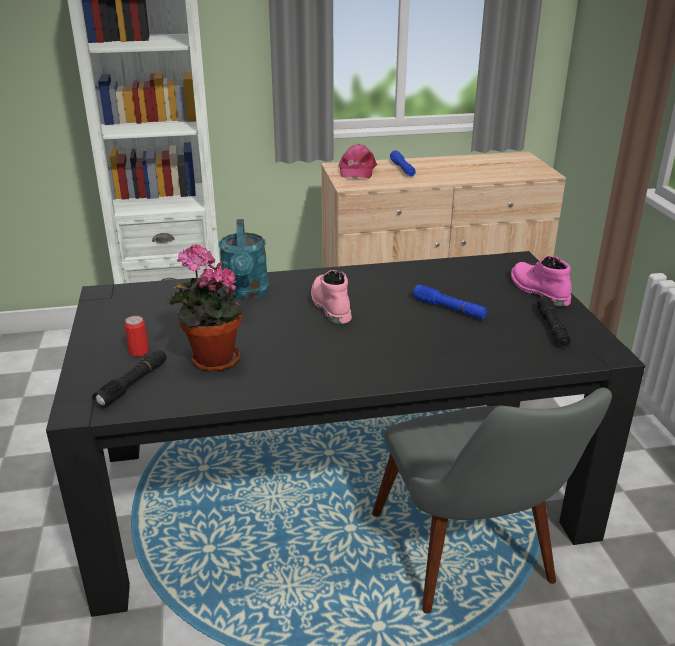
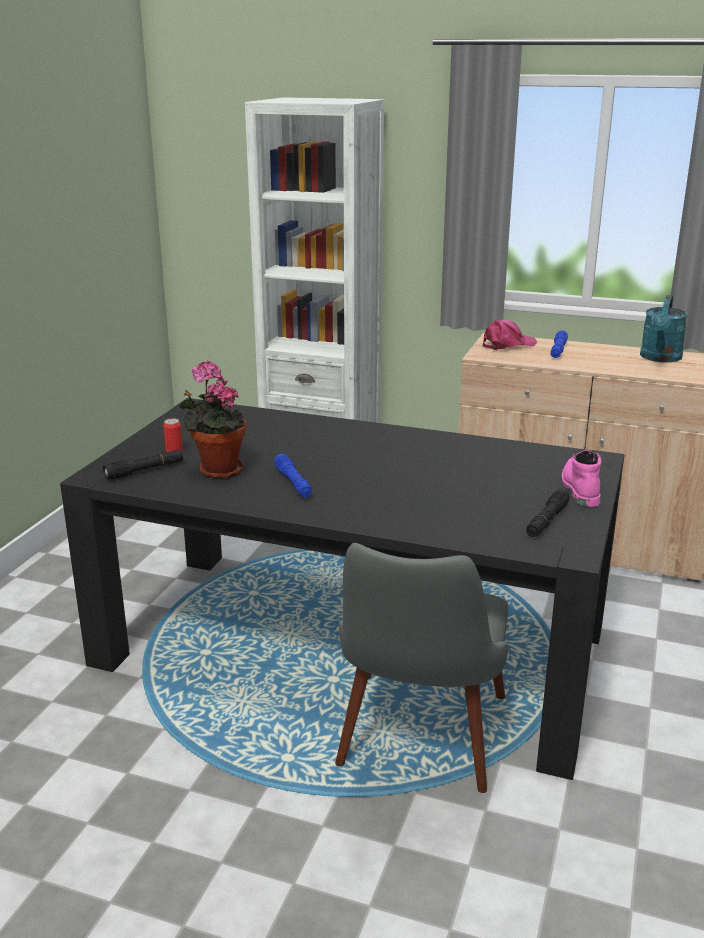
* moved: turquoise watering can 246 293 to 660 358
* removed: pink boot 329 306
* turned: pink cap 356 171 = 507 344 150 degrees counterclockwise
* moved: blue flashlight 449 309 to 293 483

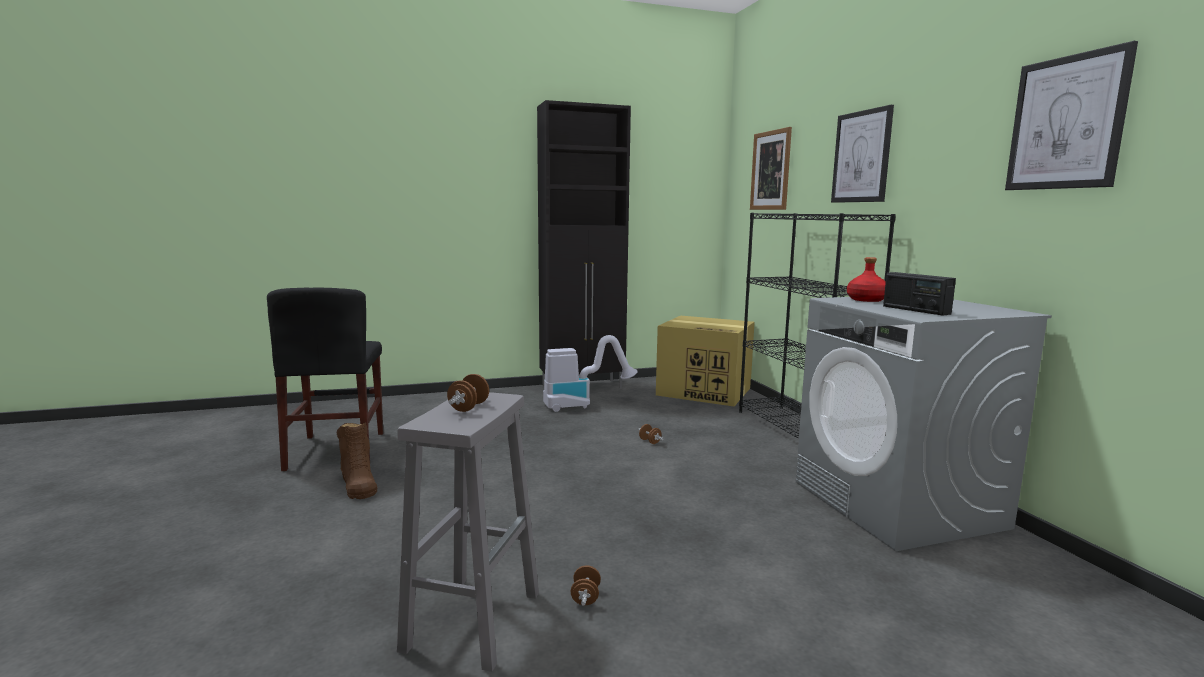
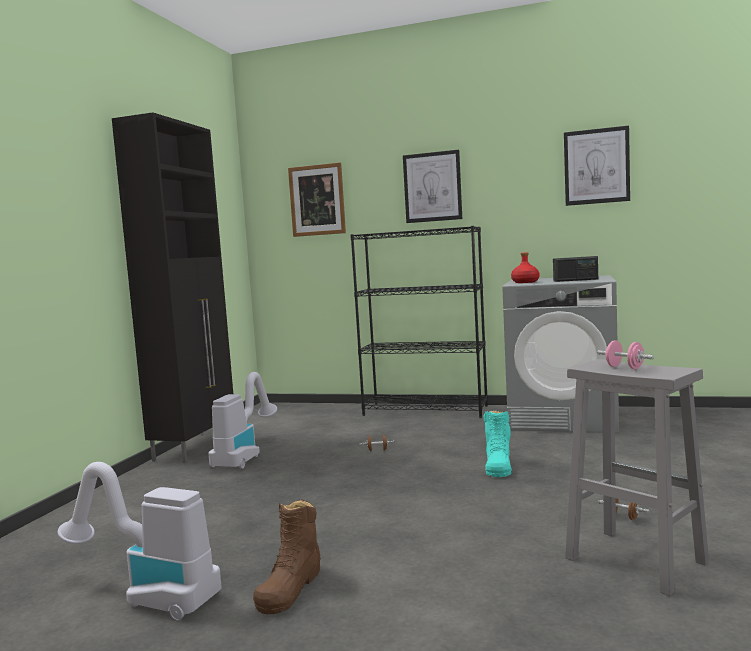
* replaced: black chair 336 450 to vacuum cleaner 148 595
* turned: brown boot 358 484 = 290 588 105 degrees clockwise
* recoloured: brown dumbbell 469 407 to pink dumbbell 625 367
* removed: cardboard box 705 391
* added: turquoise boot 498 466

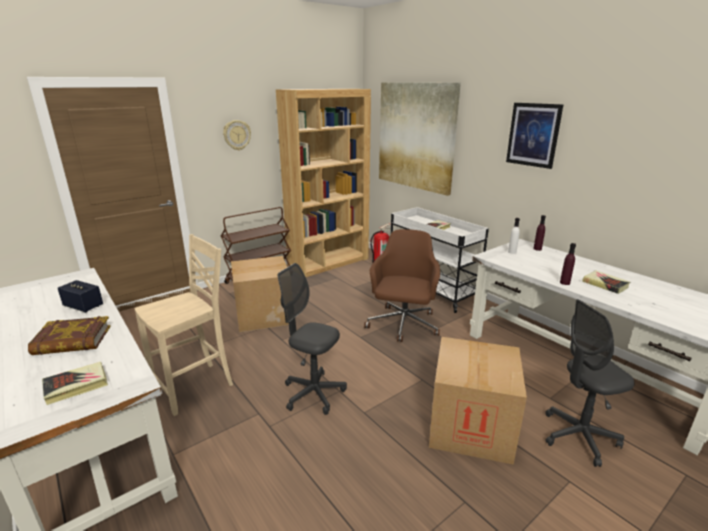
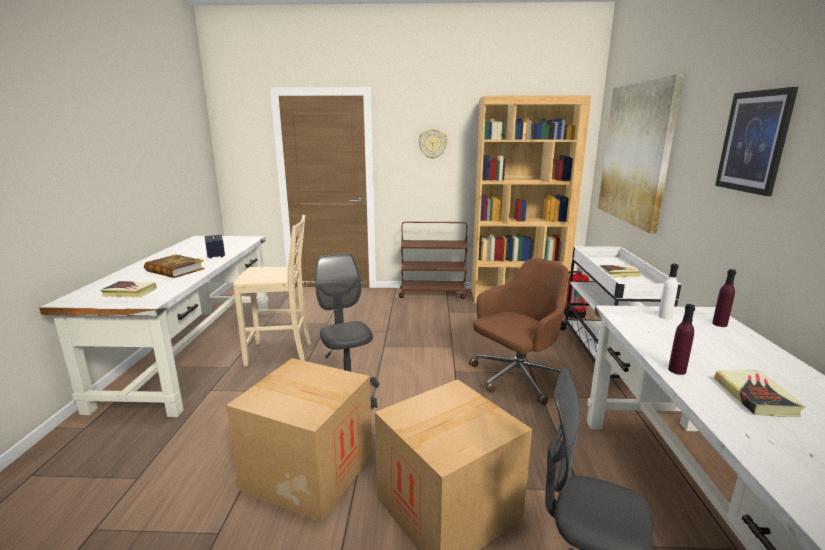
* moved: cardboard box 264 315 to 309 471

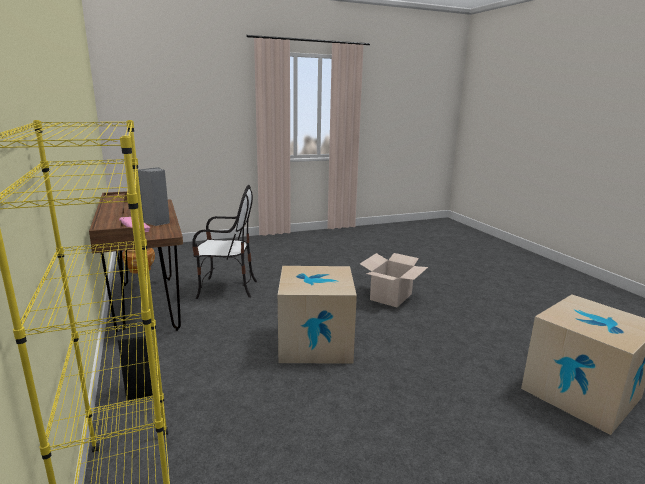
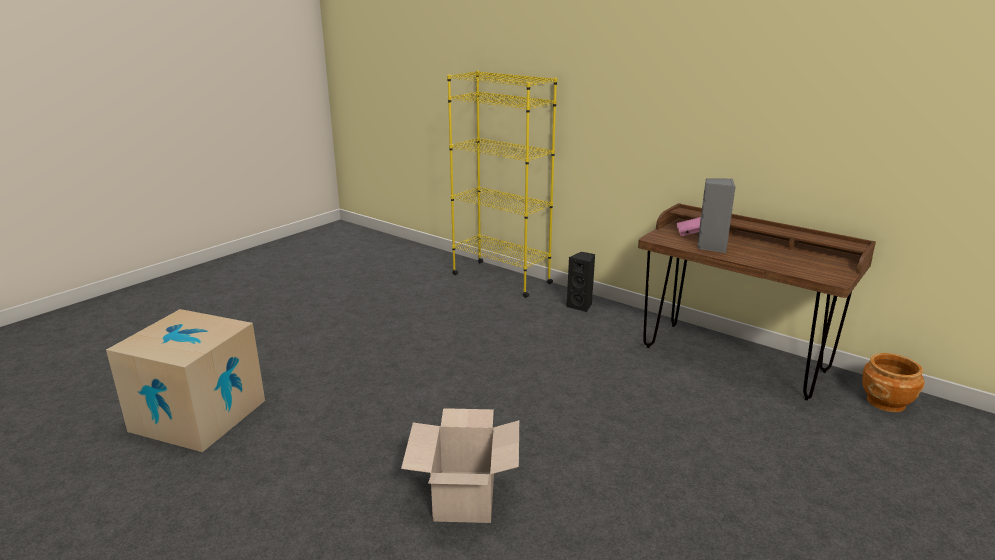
* removed: chair 226 289
* removed: cardboard box 315 343

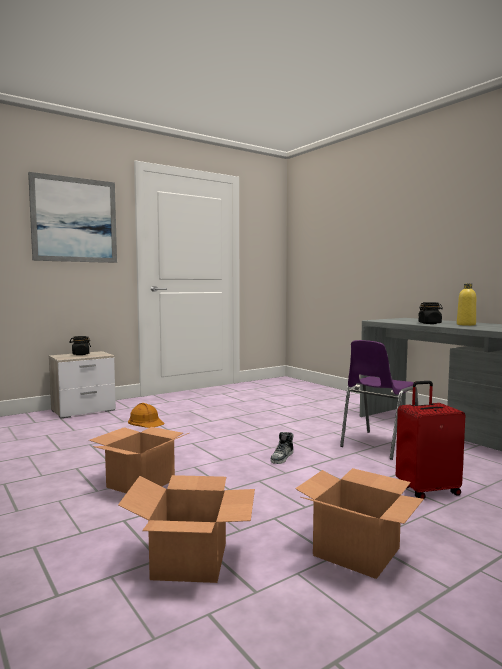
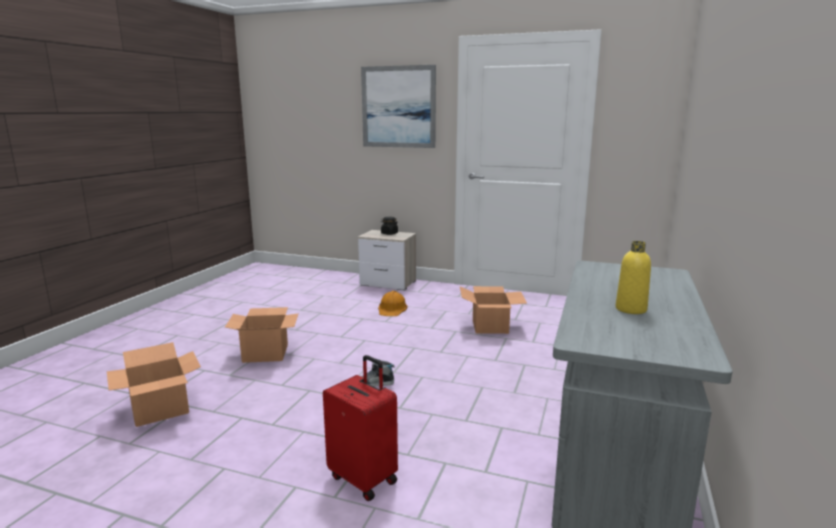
* moved: cardboard box 355 552 to 489 326
* removed: purple chair 378 445
* removed: black jar 430 323

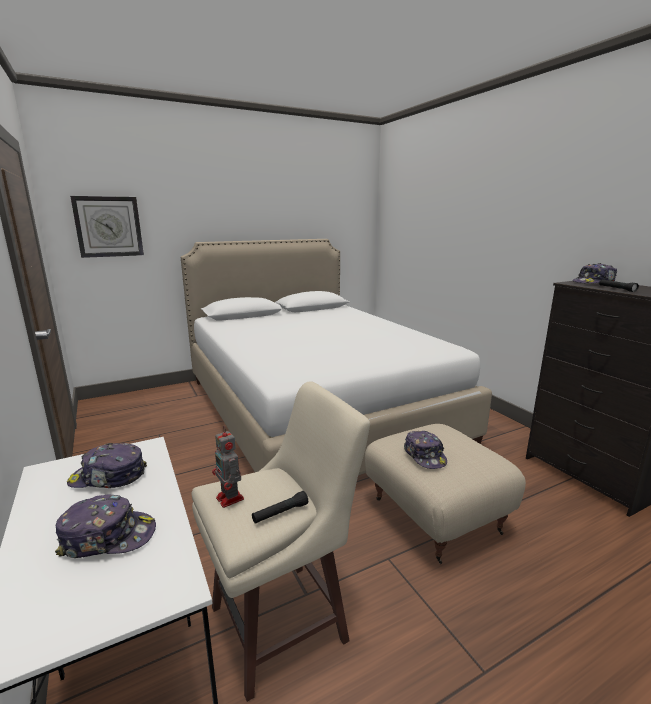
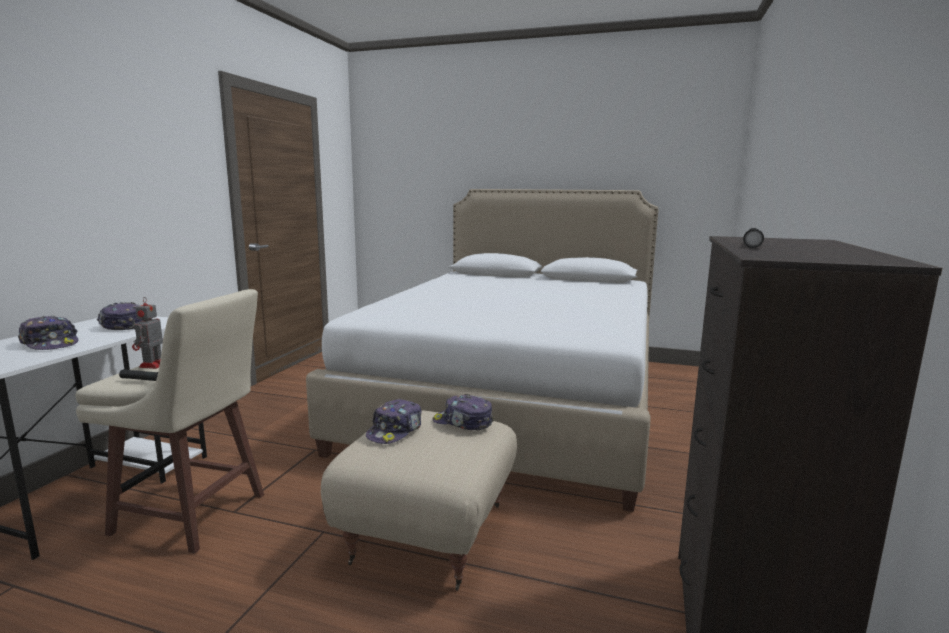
* removed: wall clock 108 227
* moved: cap 594 282 to 463 422

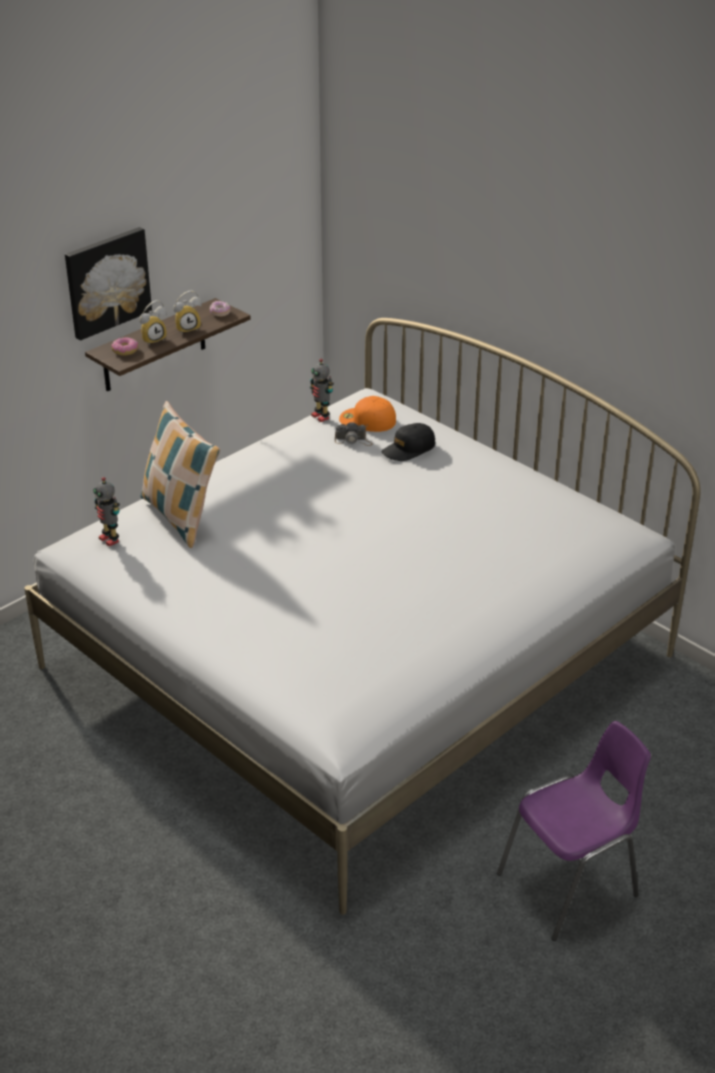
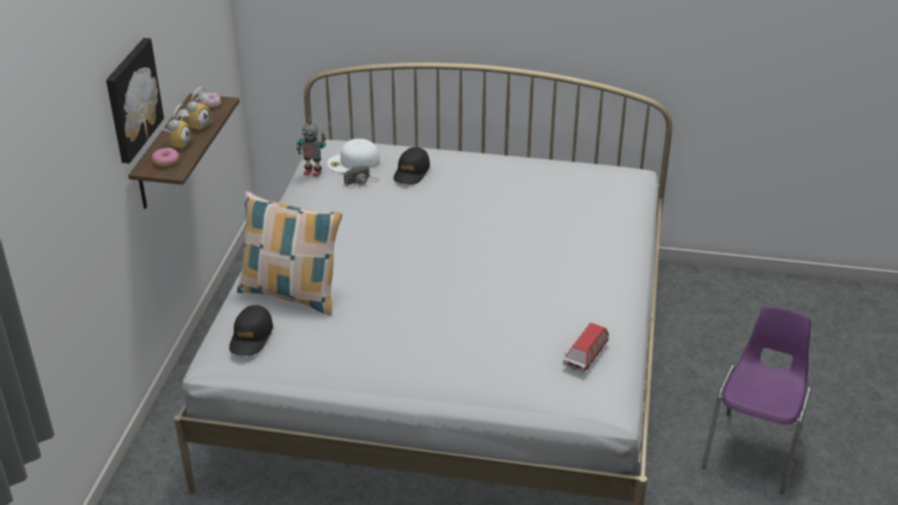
* replaced: toy robot 110 539 to black cap 251 337
* recoloured: orange cap 367 420 to white cap 353 162
* added: toy car 585 356

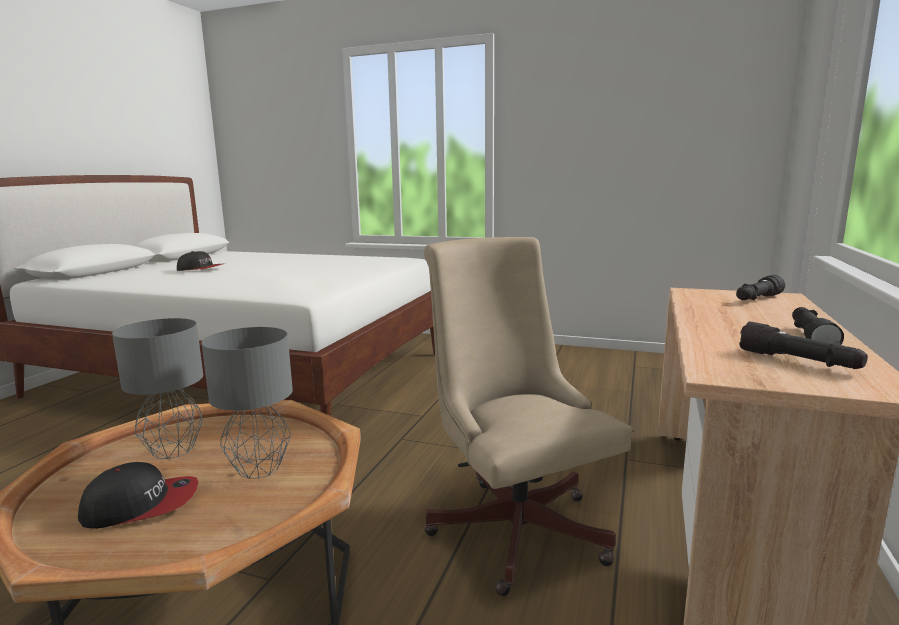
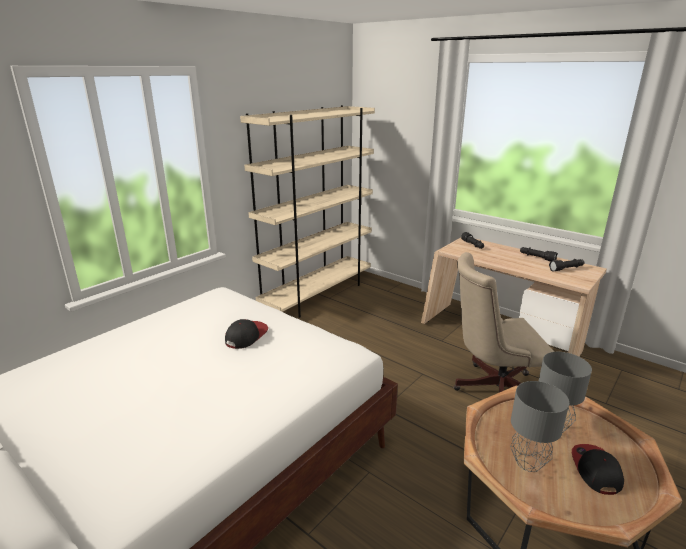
* moved: cap 201 269 to 246 336
* added: beige bookcase 318 295

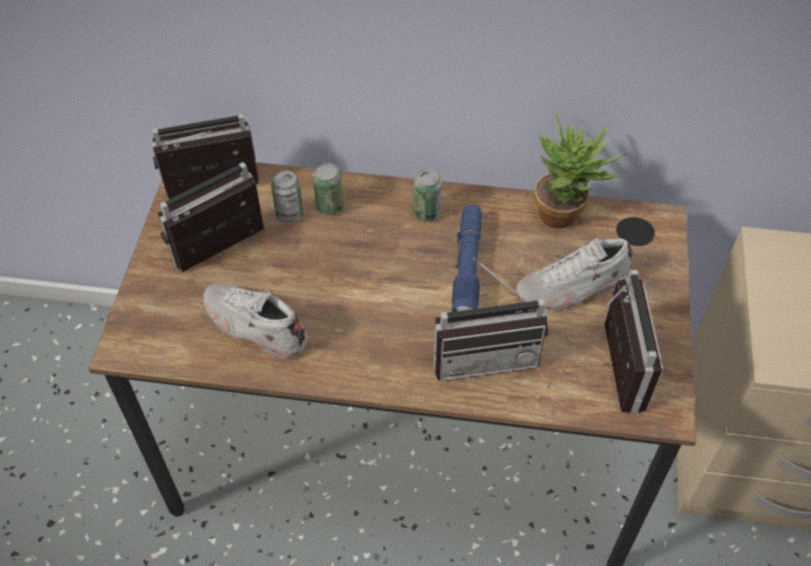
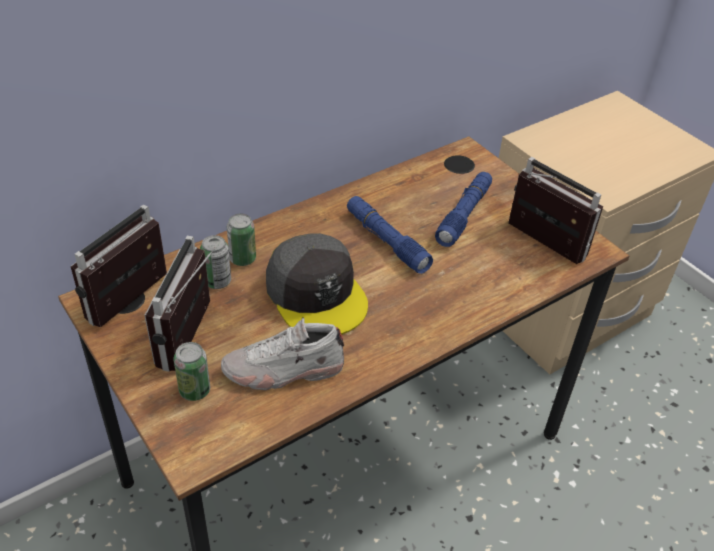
* moved: can 427 212 to 195 390
* removed: radio 484 353
* replaced: white shoe 572 288 to blue flashlight 464 215
* removed: potted plant 566 215
* added: grey cap 316 294

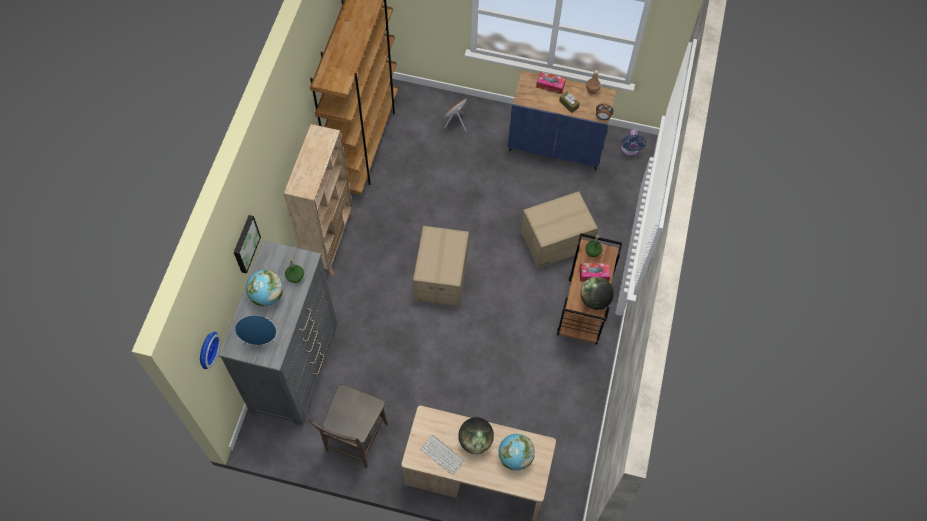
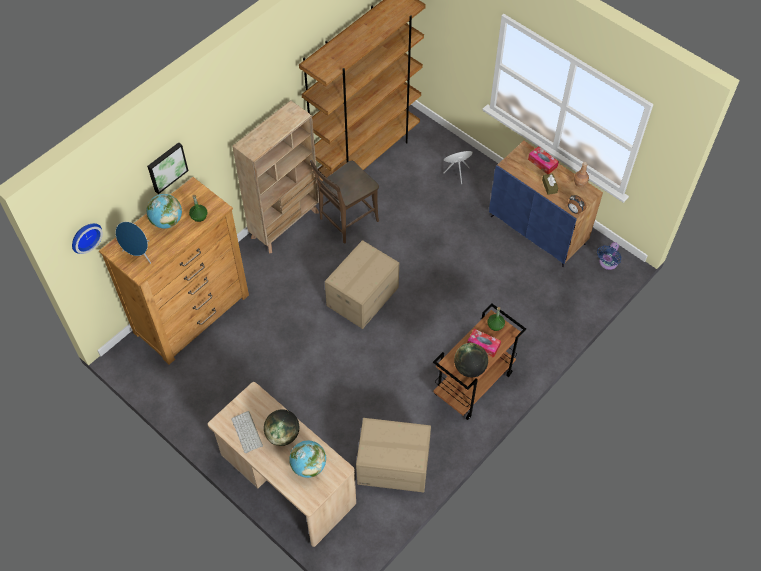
* recoloured: grey dresser 295 367 to brown dresser 192 314
* moved: brown chair 354 440 to 346 221
* moved: cardboard box 556 241 to 393 465

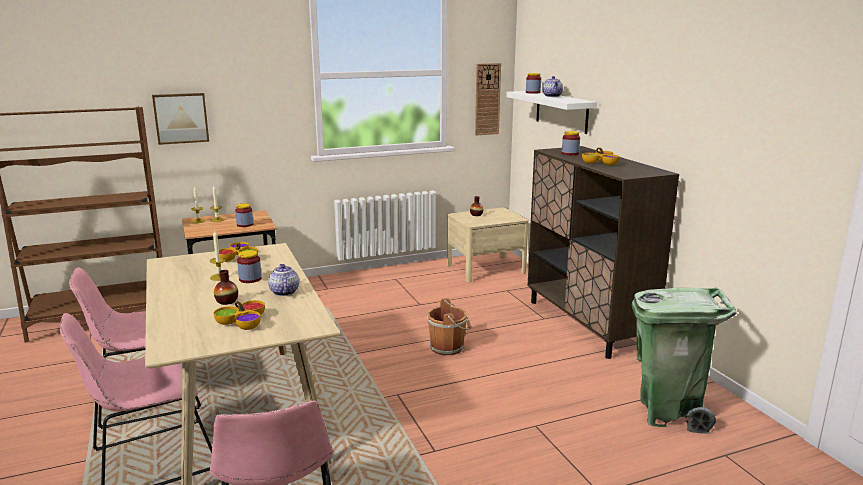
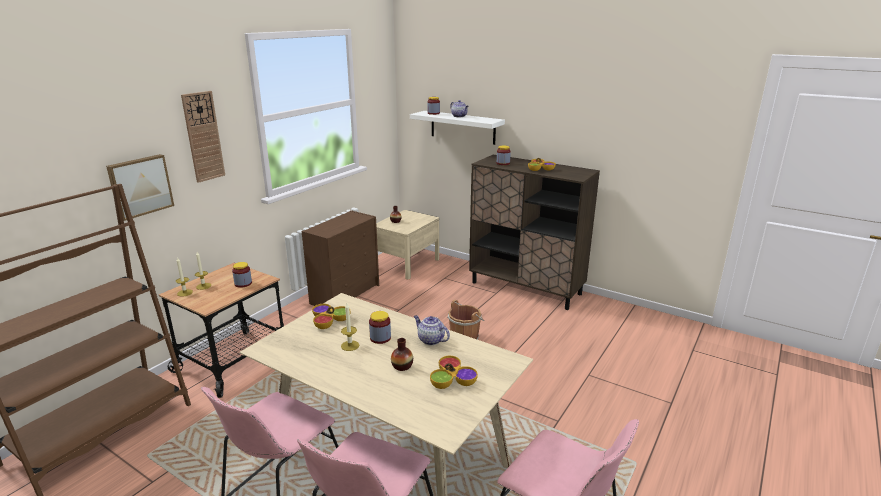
* moved: wall clock 487 99 to 203 136
* removed: green trash can 669 412
* added: brown dresser 346 294

